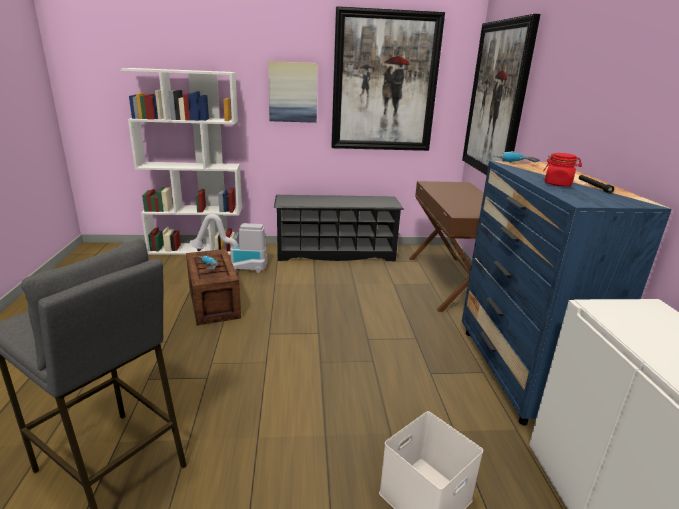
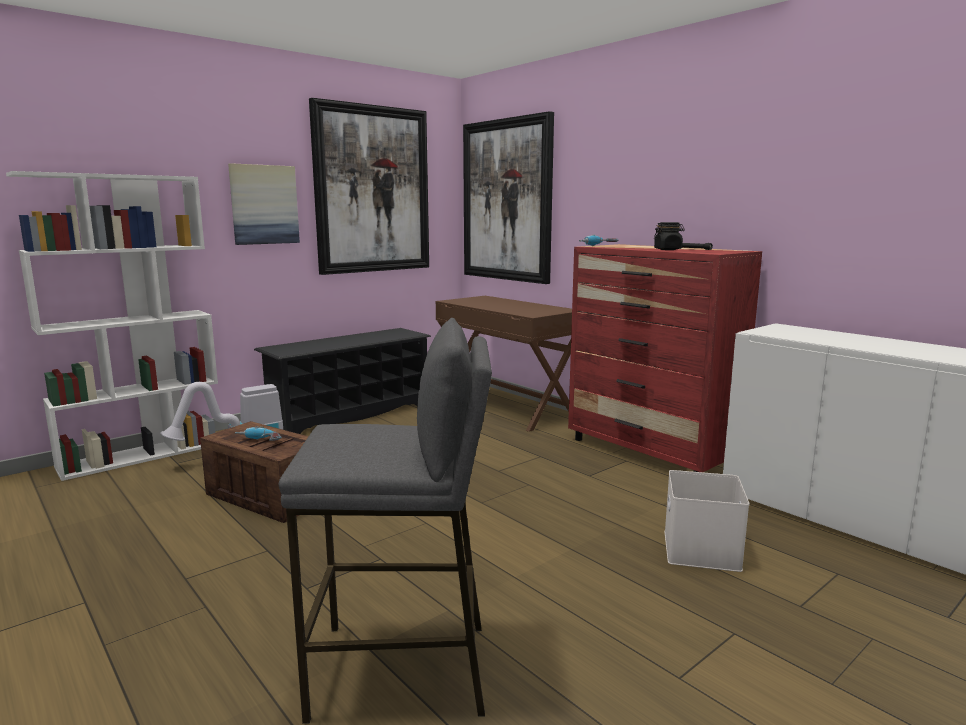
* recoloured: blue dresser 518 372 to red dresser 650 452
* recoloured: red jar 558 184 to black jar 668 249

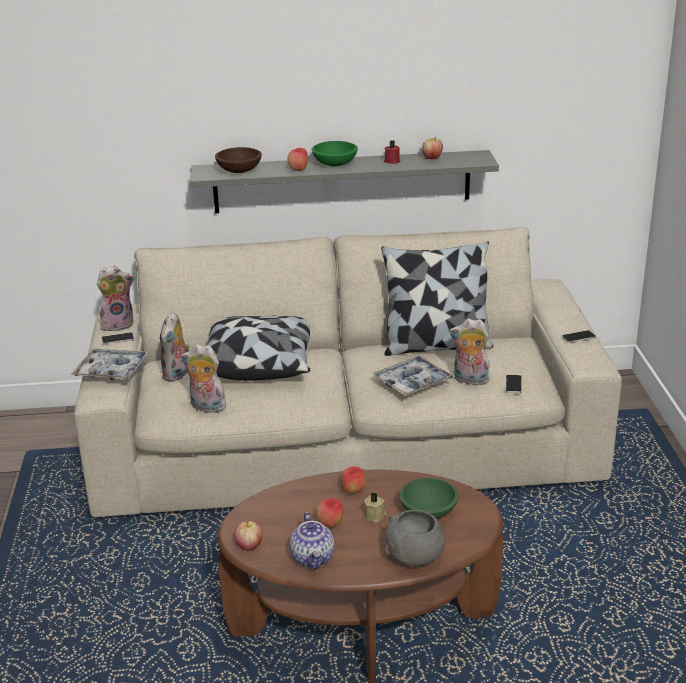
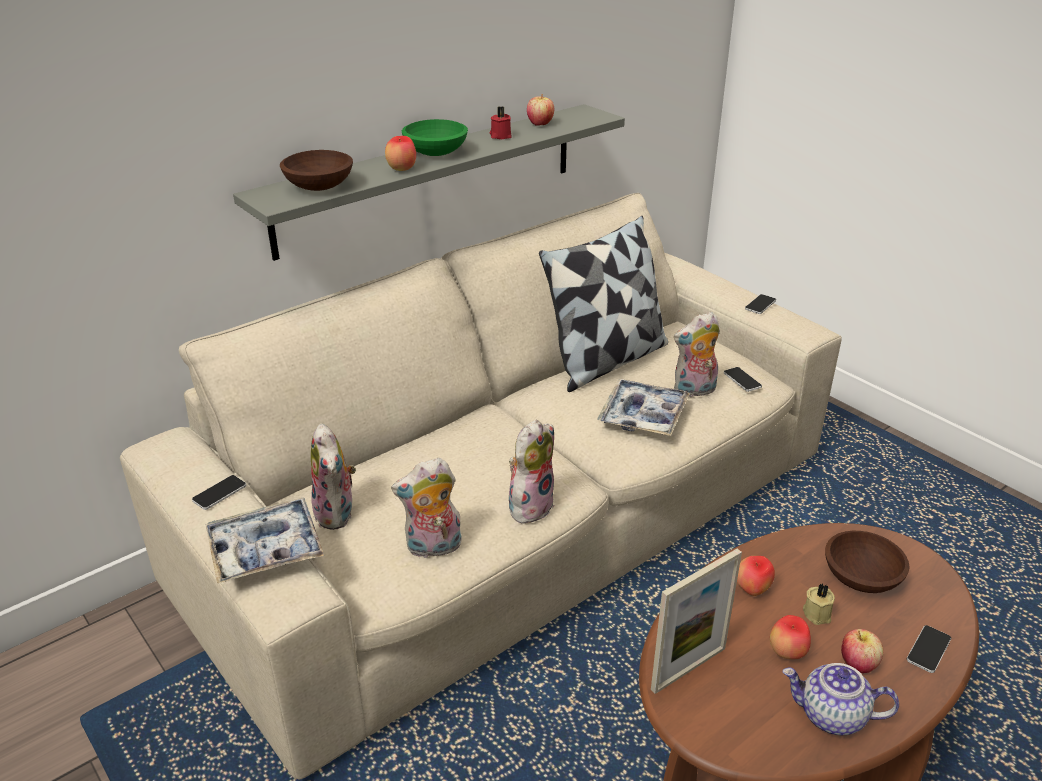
* moved: plush toy 118 324 to 530 505
* removed: pillow 257 363
* moved: apple 249 546 to 857 664
* turned: teapot 313 558 = 831 716 150 degrees clockwise
* replaced: grey bowl 415 557 to phone 928 649
* recoloured: green bowl 429 511 to brown bowl 861 577
* added: picture frame 688 669

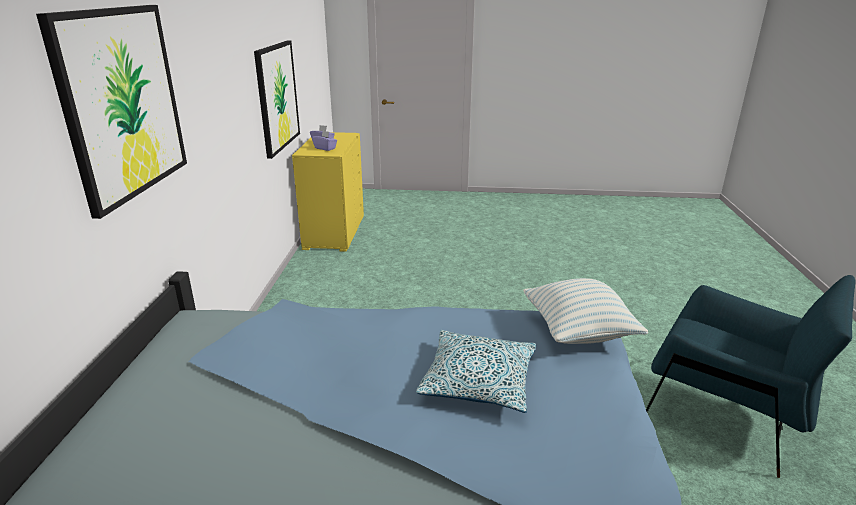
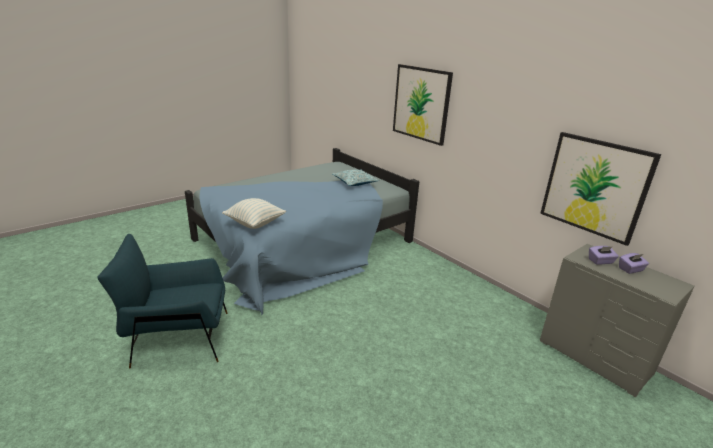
* recoloured: yellow dresser 333 232 to grey dresser 595 356
* moved: pillow 478 381 to 355 182

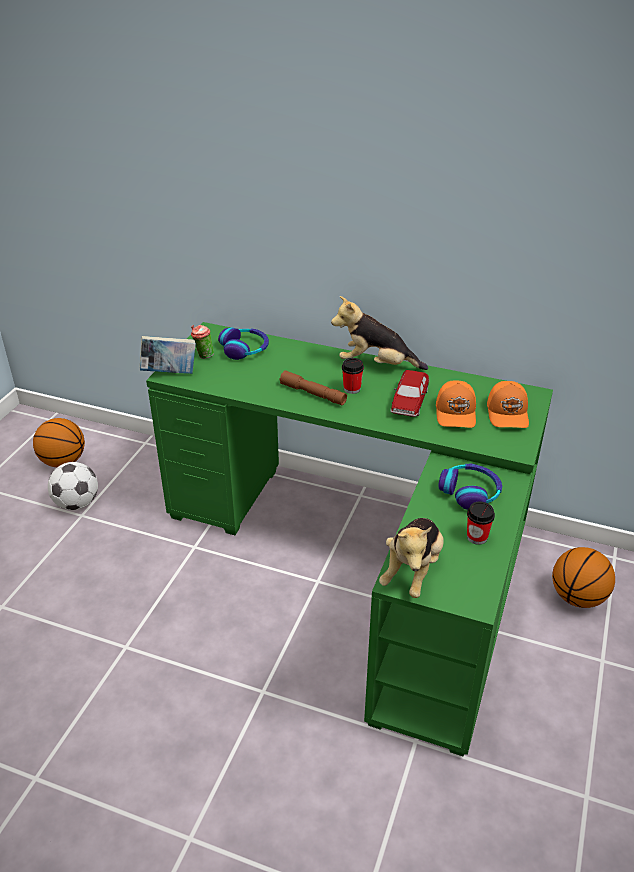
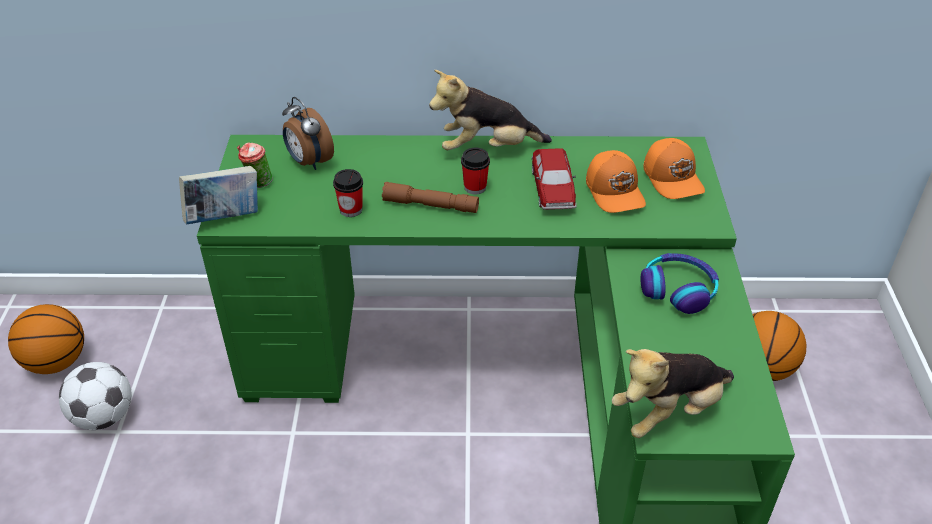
* replaced: headphones 245 349 to alarm clock 309 162
* turned: plush toy 412 570 = 669 411 60 degrees clockwise
* moved: cup 477 537 to 351 210

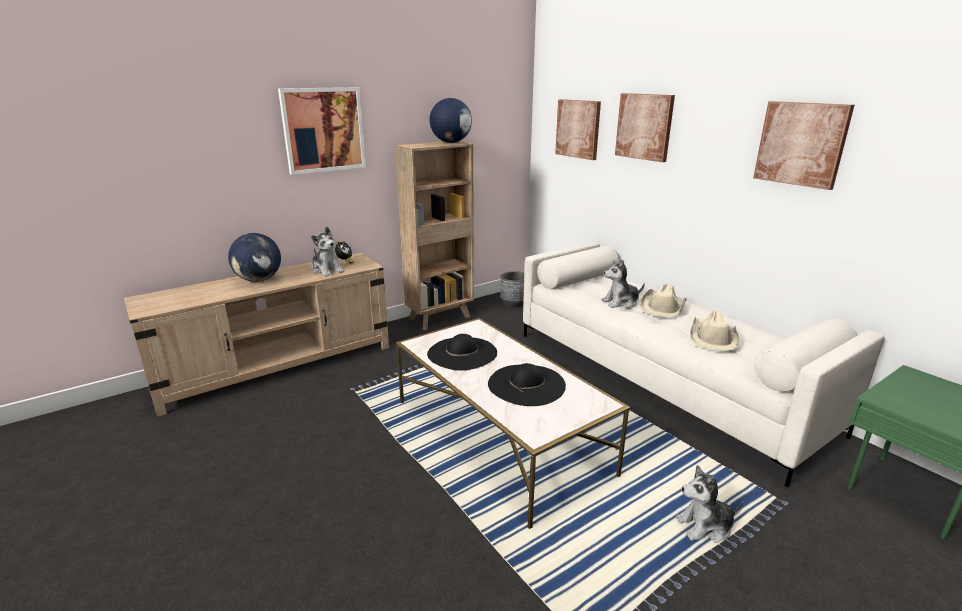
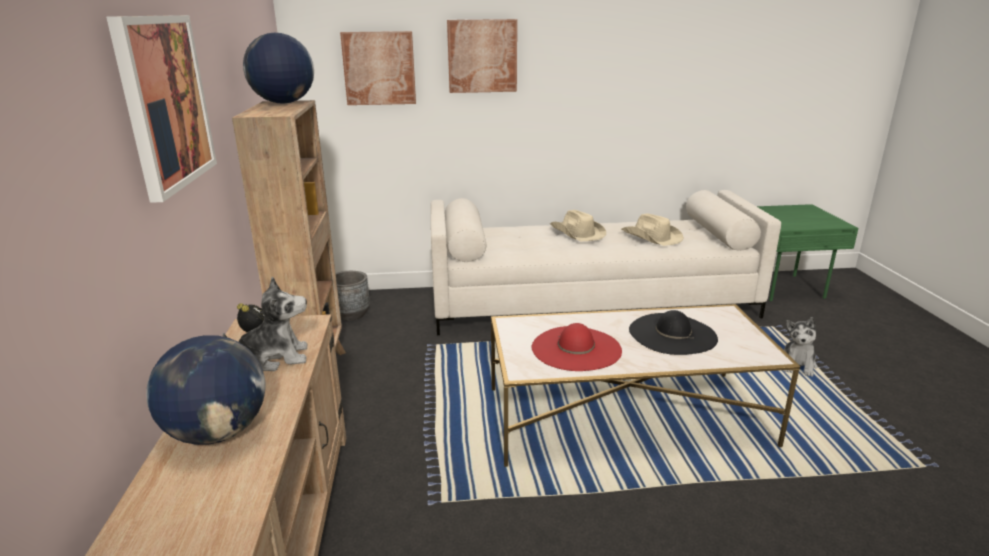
* recoloured: black hat 462 353 to red hat 576 348
* removed: plush toy 621 302
* removed: picture 801 144

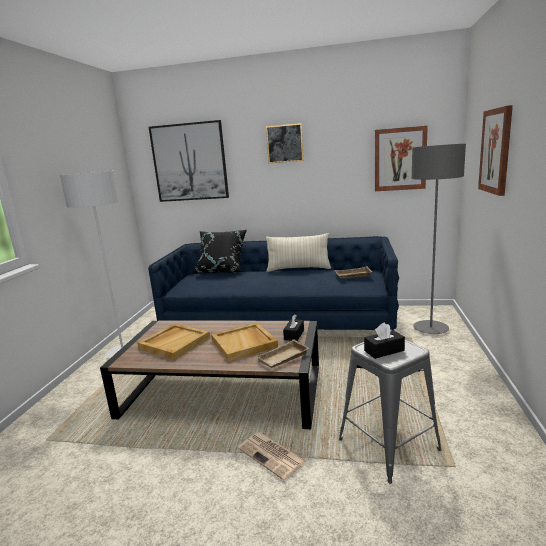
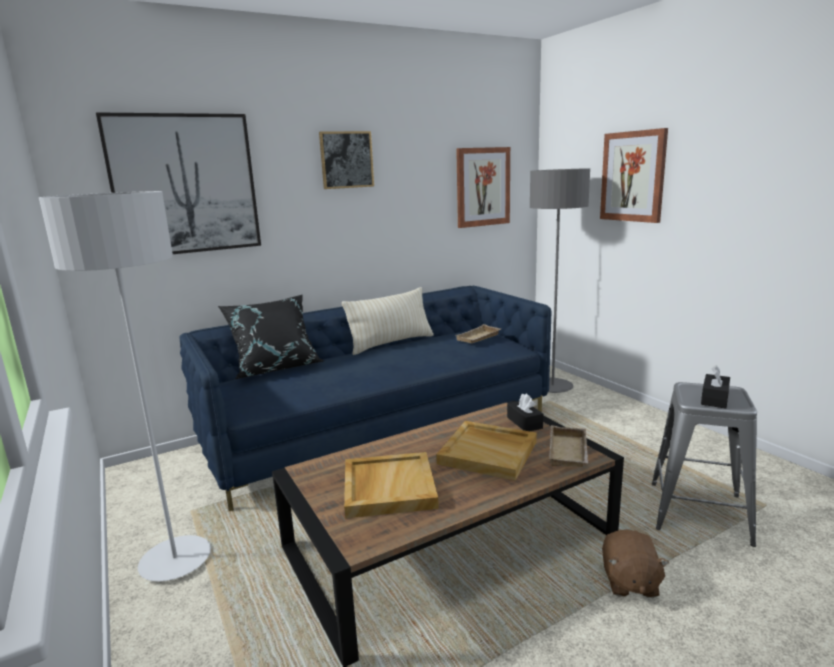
* replaced: newspaper 272 455 to brown plush toy 629 582

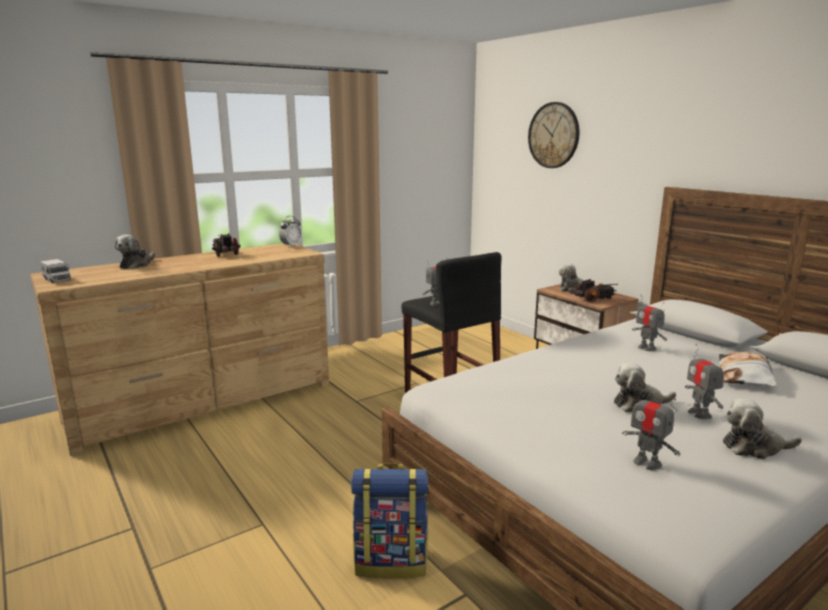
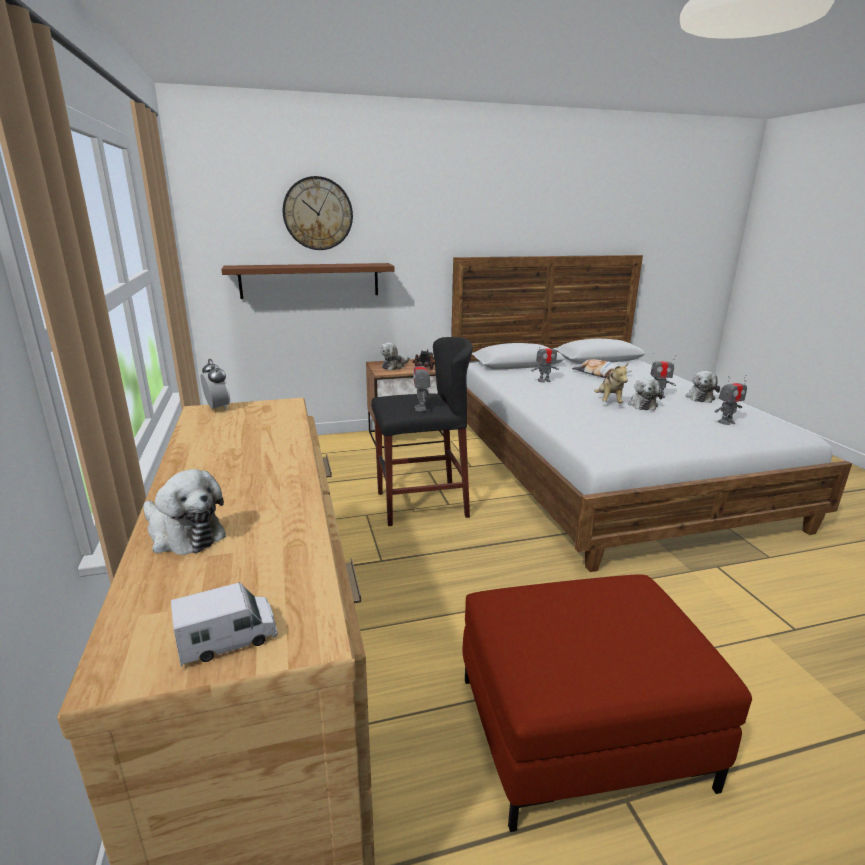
* removed: toy truck 226 253
* removed: backpack 391 561
* added: brown shelf 310 280
* added: red ottoman 578 732
* added: plush toy 609 402

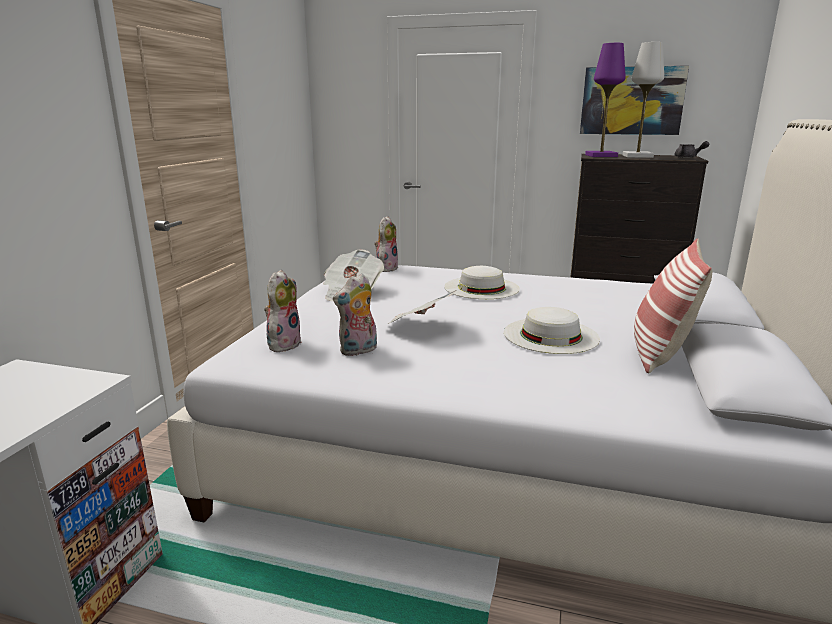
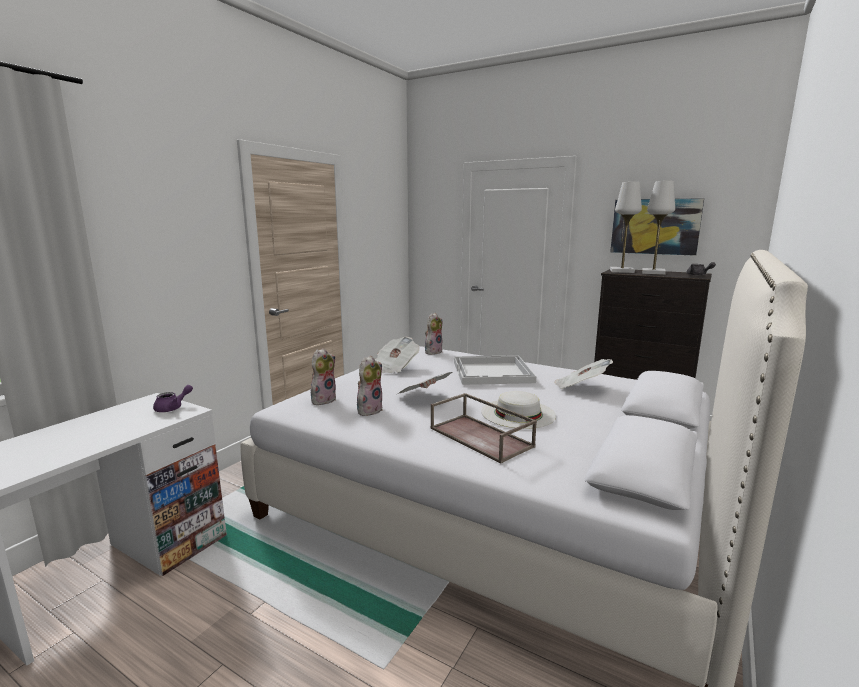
* turned: plush toy 358 351 = 369 410 150 degrees clockwise
* replaced: white hat 481 288 to white tray 493 372
* recoloured: purple table lamp 601 156 to white table lamp 621 271
* removed: pillow 660 352
* added: purple teapot 173 408
* added: brown tray 482 437
* added: newspaper 580 387

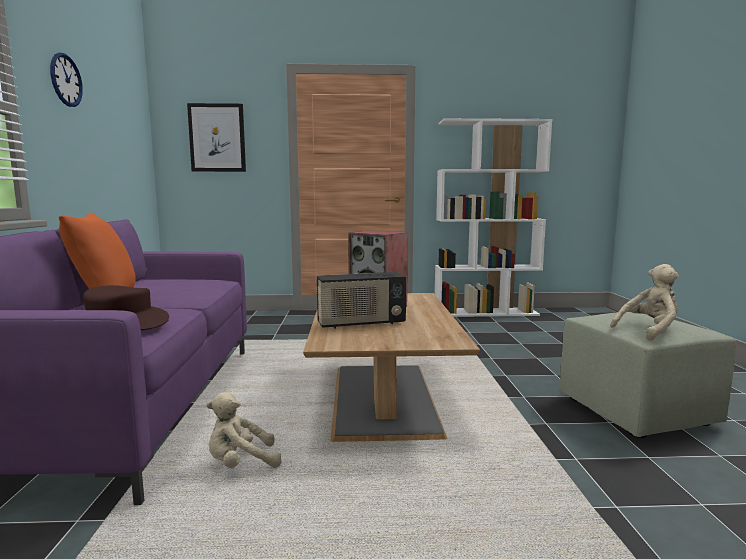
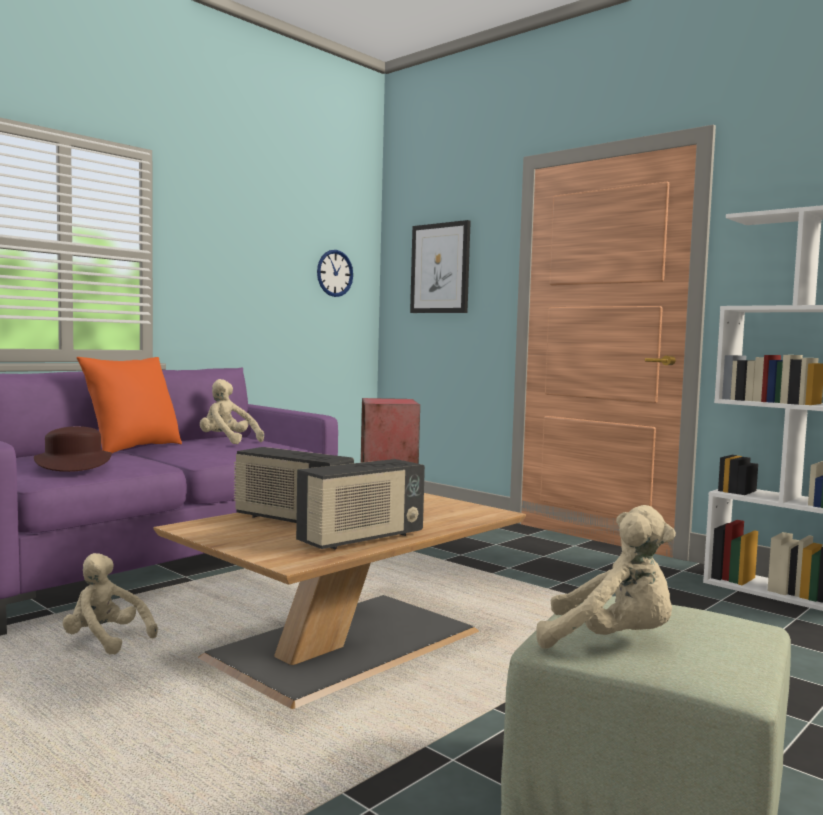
* moved: wall clock 66 80 to 334 273
* added: beige plush toy 227 442
* added: radio 361 539

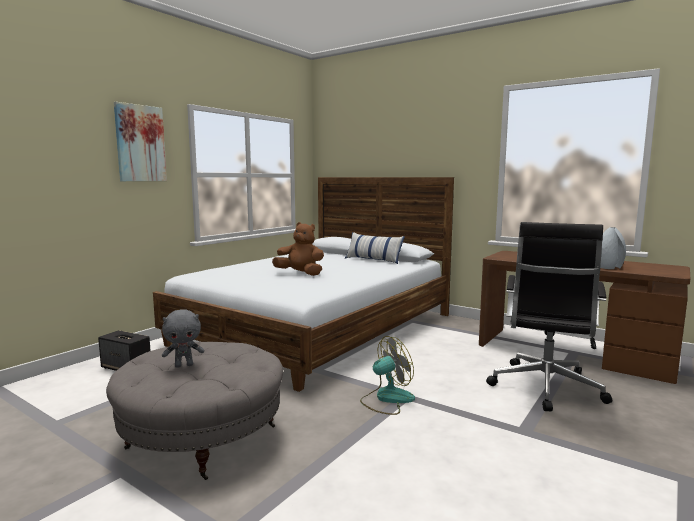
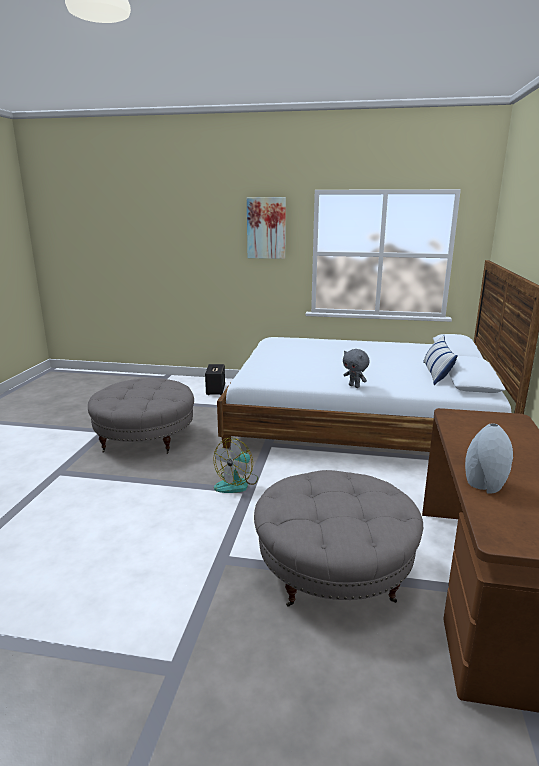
* moved: grey plush toy 184 365 to 354 386
* removed: brown plush toy 300 274
* turned: fan 387 399 = 237 483 90 degrees clockwise
* replaced: black office chair 545 388 to grey ottoman 334 569

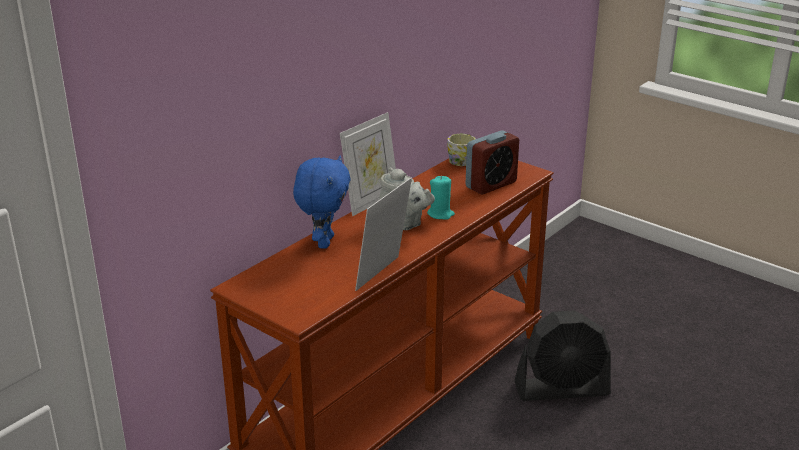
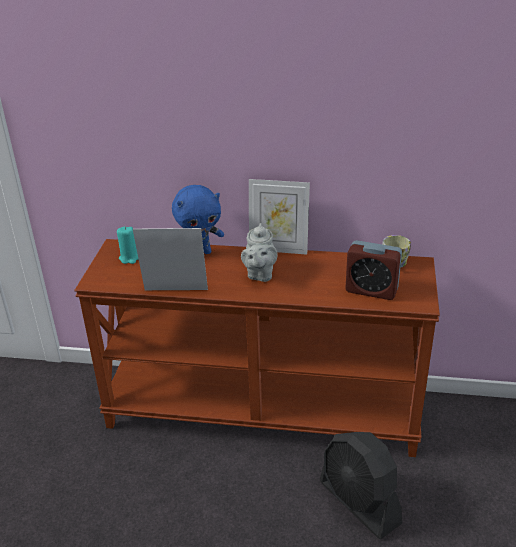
* moved: turquoise candle 440 214 to 129 258

